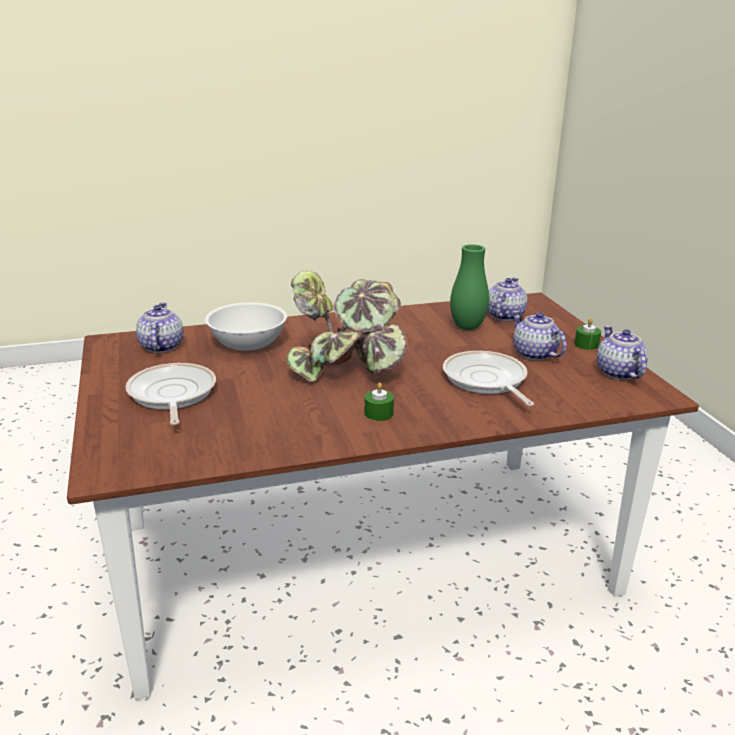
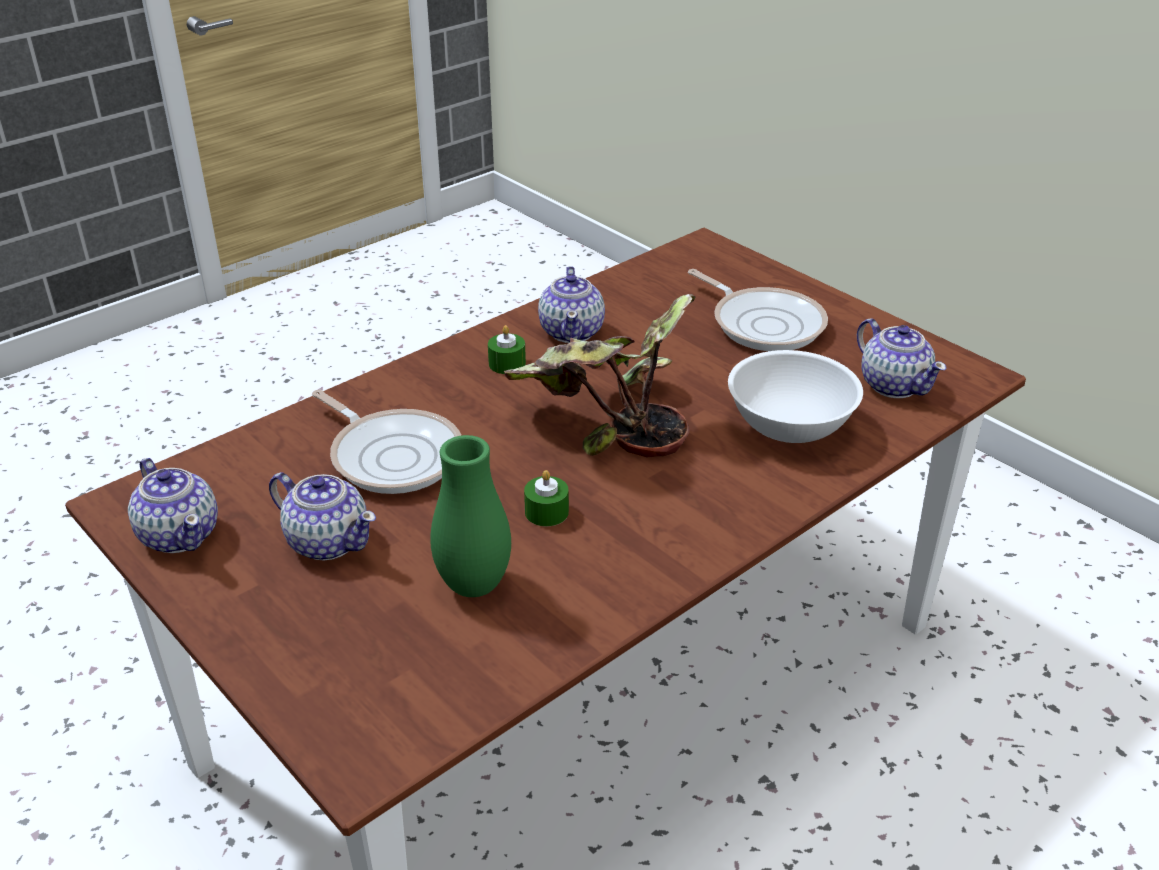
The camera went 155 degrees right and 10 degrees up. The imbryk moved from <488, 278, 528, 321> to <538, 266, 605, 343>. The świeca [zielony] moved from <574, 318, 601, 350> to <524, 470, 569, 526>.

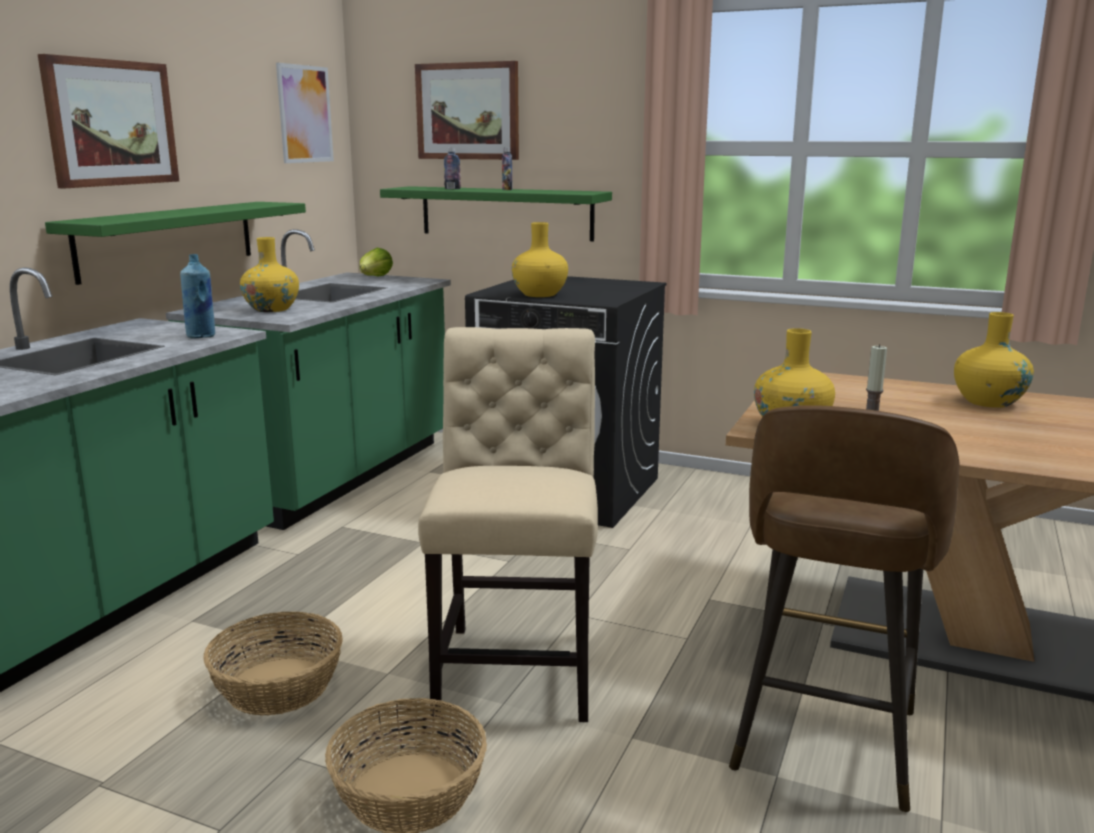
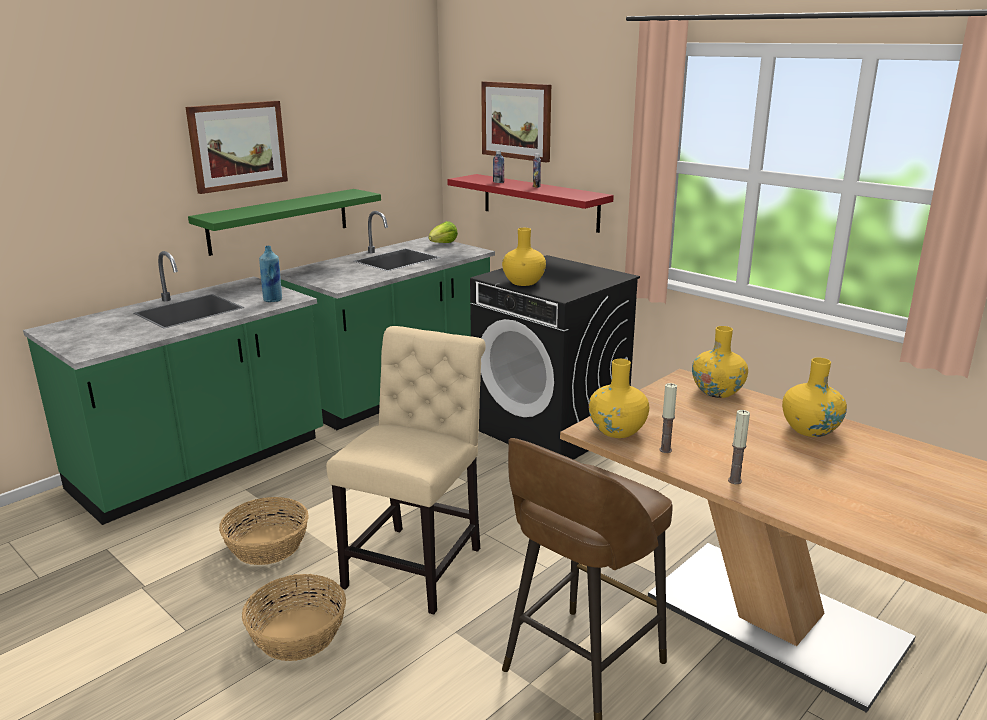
The camera went 20 degrees right and 5 degrees up. The obraz at <276, 63, 334, 163> disappeared. The świeca at <728, 410, 750, 484> appeared. The wazon [żółty] moved from <240, 237, 299, 312> to <692, 326, 748, 398>. The półka [zielony] at <380, 186, 612, 241> became the półka [czerwony] at <447, 174, 614, 233>.

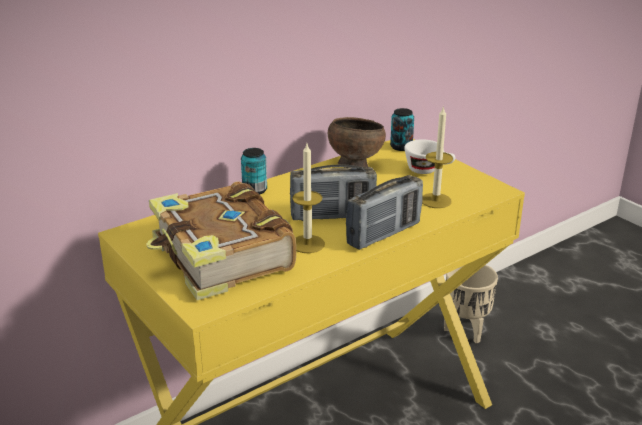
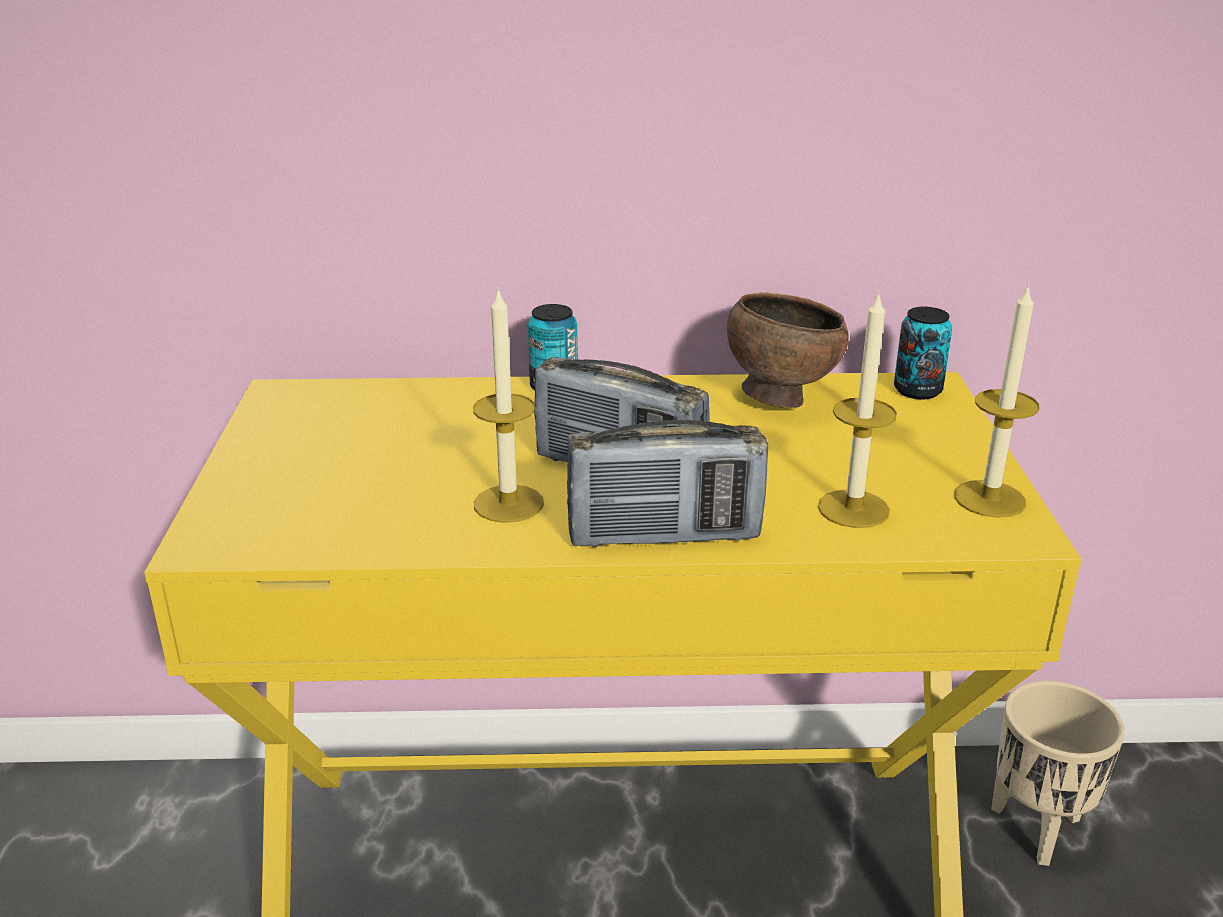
The camera went 35 degrees right and 0 degrees up. The książka at <147, 181, 296, 300> disappeared. The filiżanka [biały] at <404, 139, 455, 174> disappeared. The świeca at <954, 284, 1039, 518> appeared.

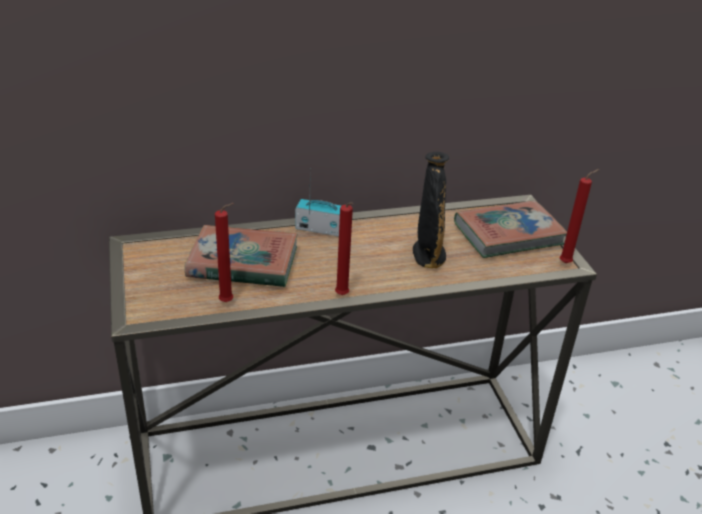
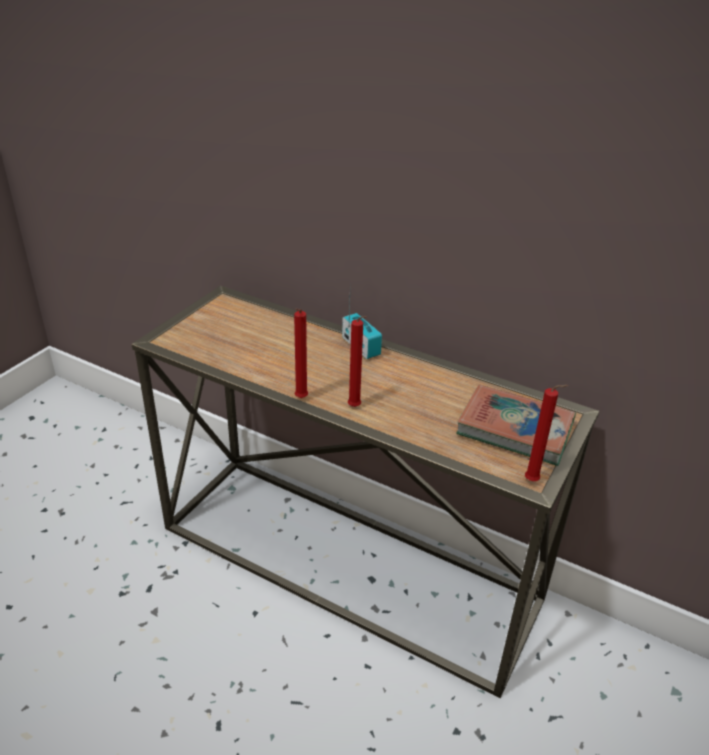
The camera went 45 degrees right and 0 degrees up. The książka at <185, 225, 298, 287> disappeared. The wazon [czarny] at <413, 152, 449, 268> disappeared. The świeca [czerwony] moved from <215, 203, 234, 302> to <348, 316, 367, 407>.

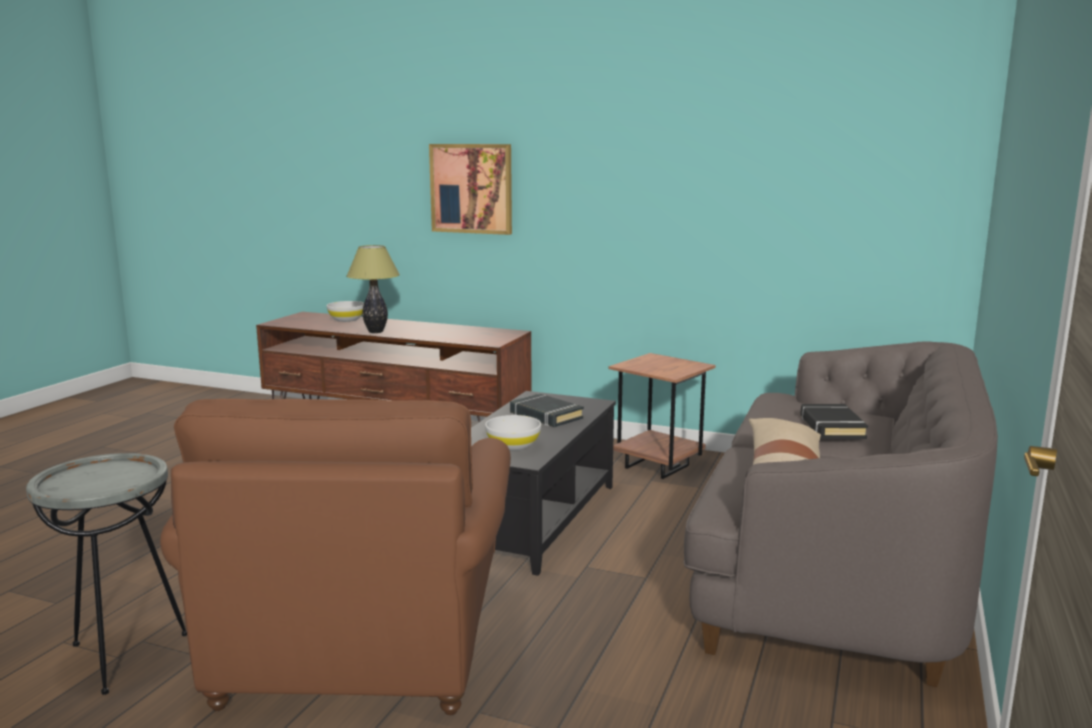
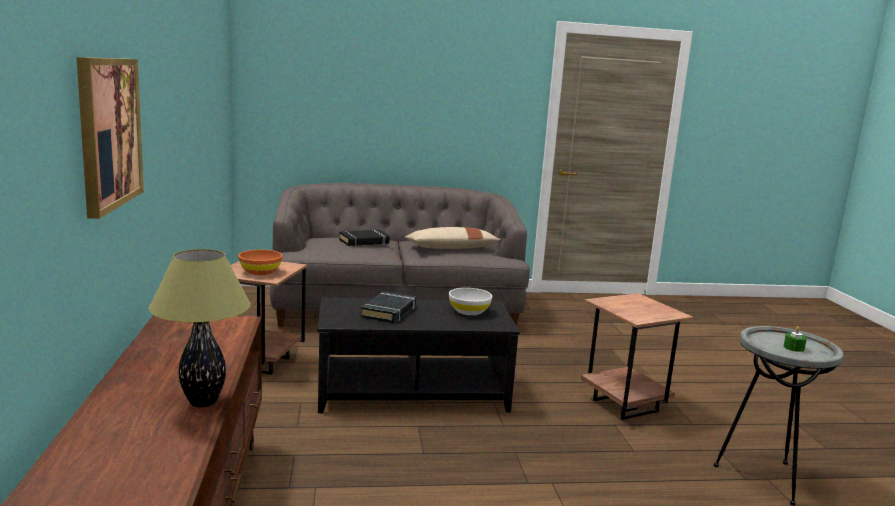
The camera went 120 degrees left and 0 degrees up. The miska [biały] at <327, 301, 364, 322> disappeared. The miska [pomarańczowy] at <238, 250, 283, 275> appeared. The świeca [zielony] at <784, 326, 807, 352> appeared. The fotel [brązowy] at <160, 399, 511, 715> was replaced by the stolik [brązowy] at <581, 293, 693, 420>.

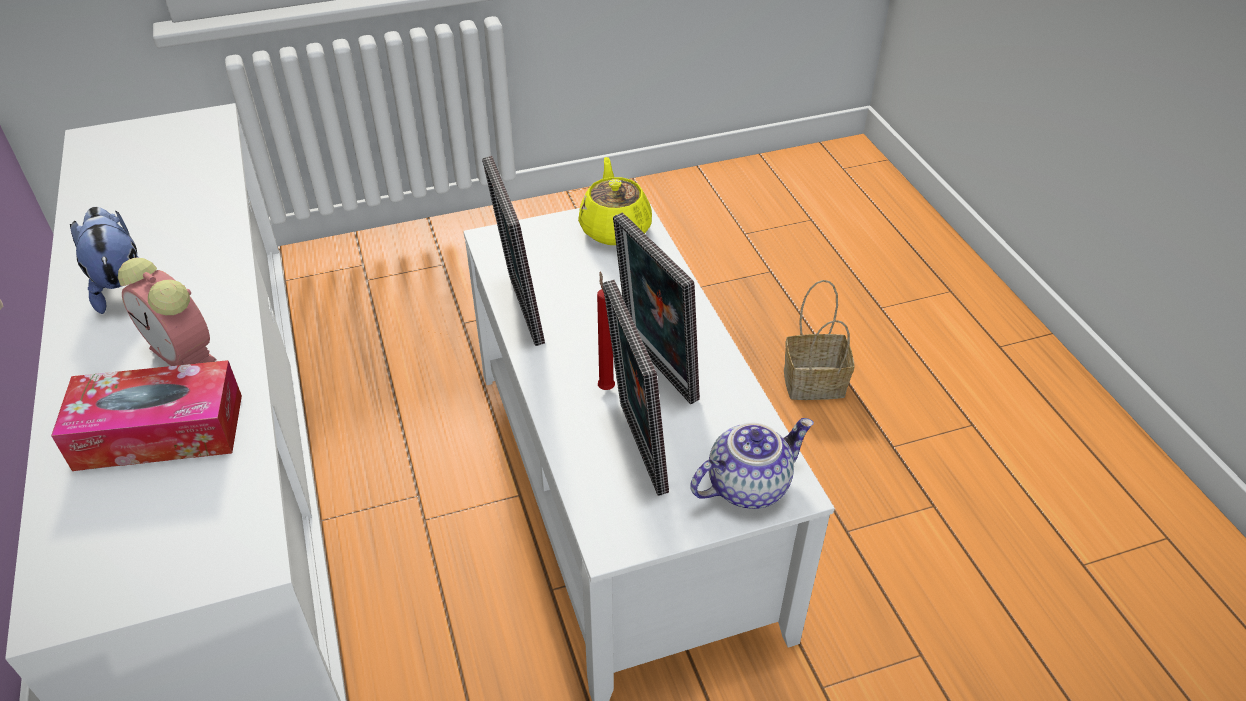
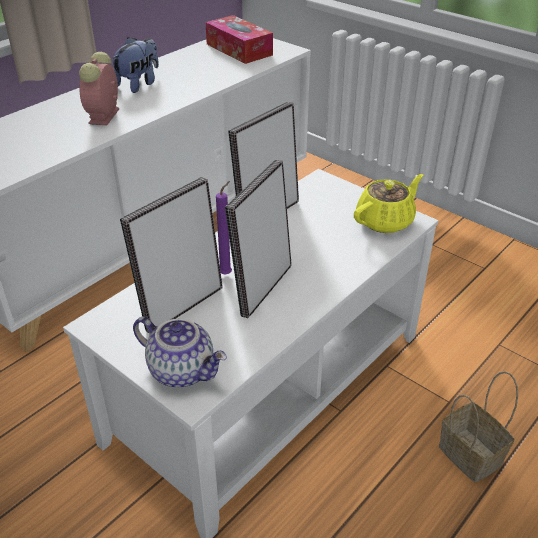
The camera went 60 degrees right and 5 degrees down. The pudełko chusteczek moved from <51, 360, 242, 471> to <205, 15, 273, 64>. The świeca [czerwony] at <597, 272, 615, 390> became the świeca [fioletowy] at <216, 181, 232, 275>.

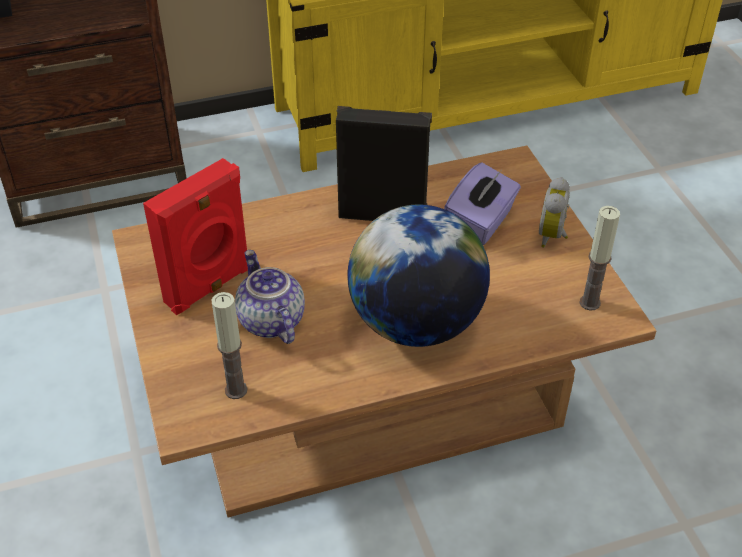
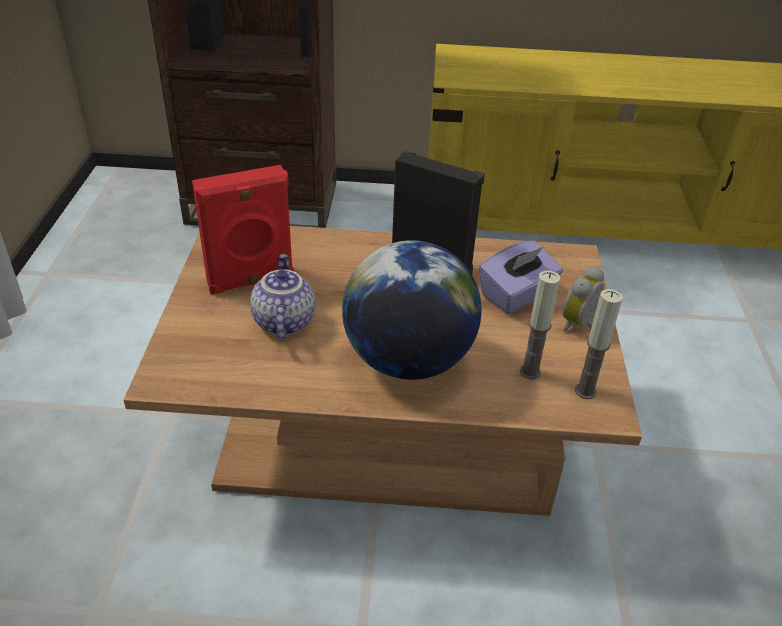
The camera went 20 degrees right and 5 degrees down. The świeca moved from <212, 292, 248, 399> to <520, 270, 561, 380>.

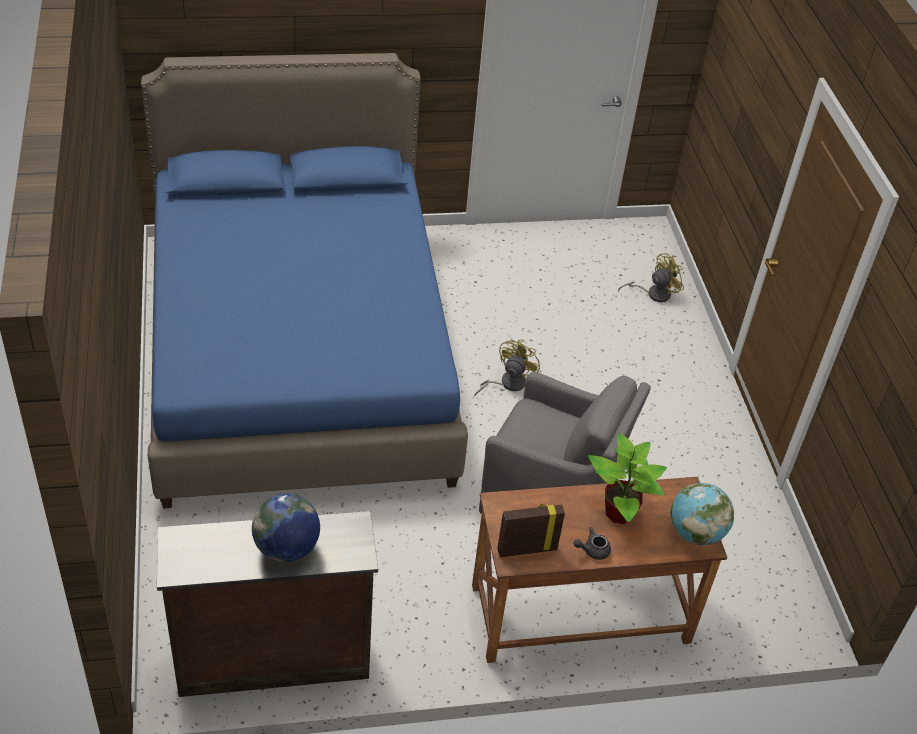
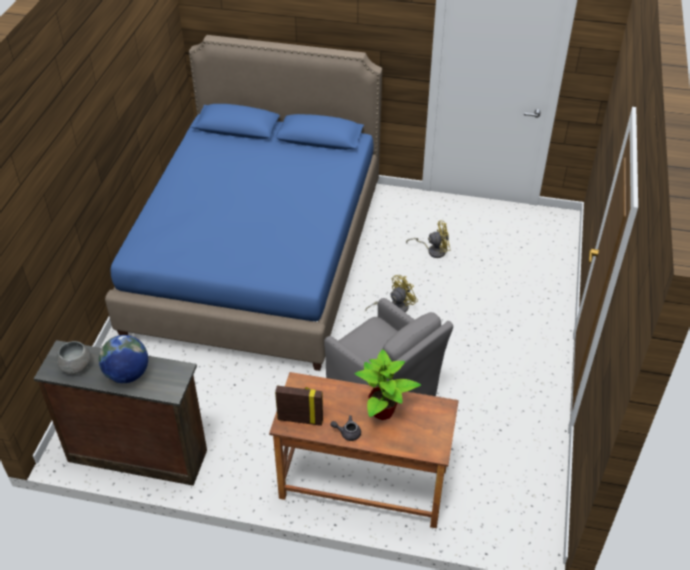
The camera went 25 degrees right and 0 degrees up. The globus at <671, 483, 734, 545> disappeared. The miska [szary] at <56, 341, 91, 374> appeared. The wentylator [żółty] moved from <618, 253, 684, 303> to <406, 221, 451, 258>.

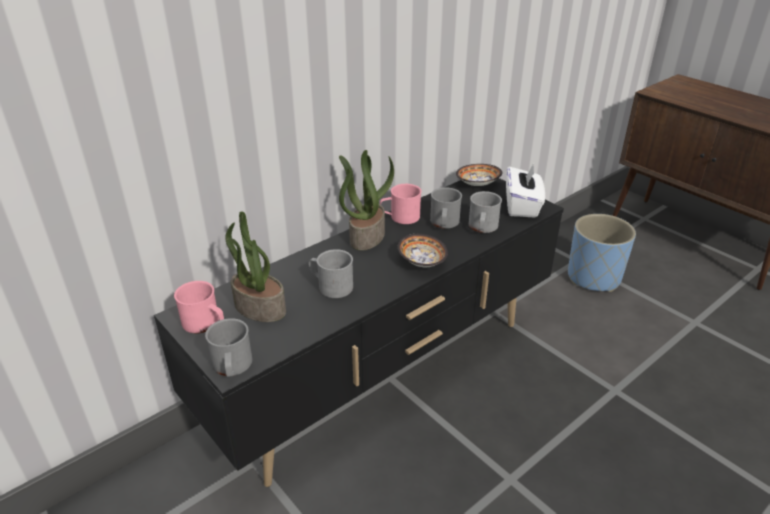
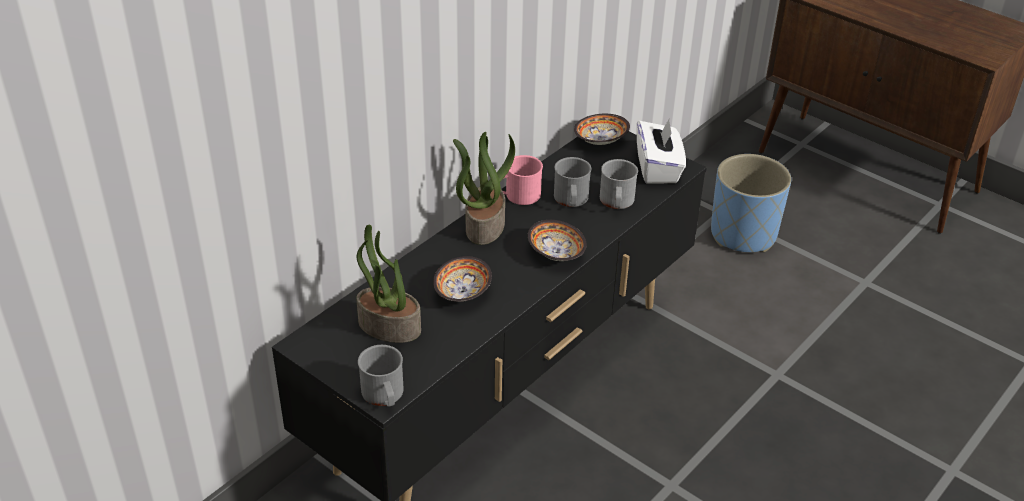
The camera went 10 degrees left and 5 degrees up. The kubek [różowy] at <174, 281, 224, 334> disappeared. The kubek [szary] at <309, 249, 353, 298> was replaced by the miska at <433, 256, 492, 302>.

